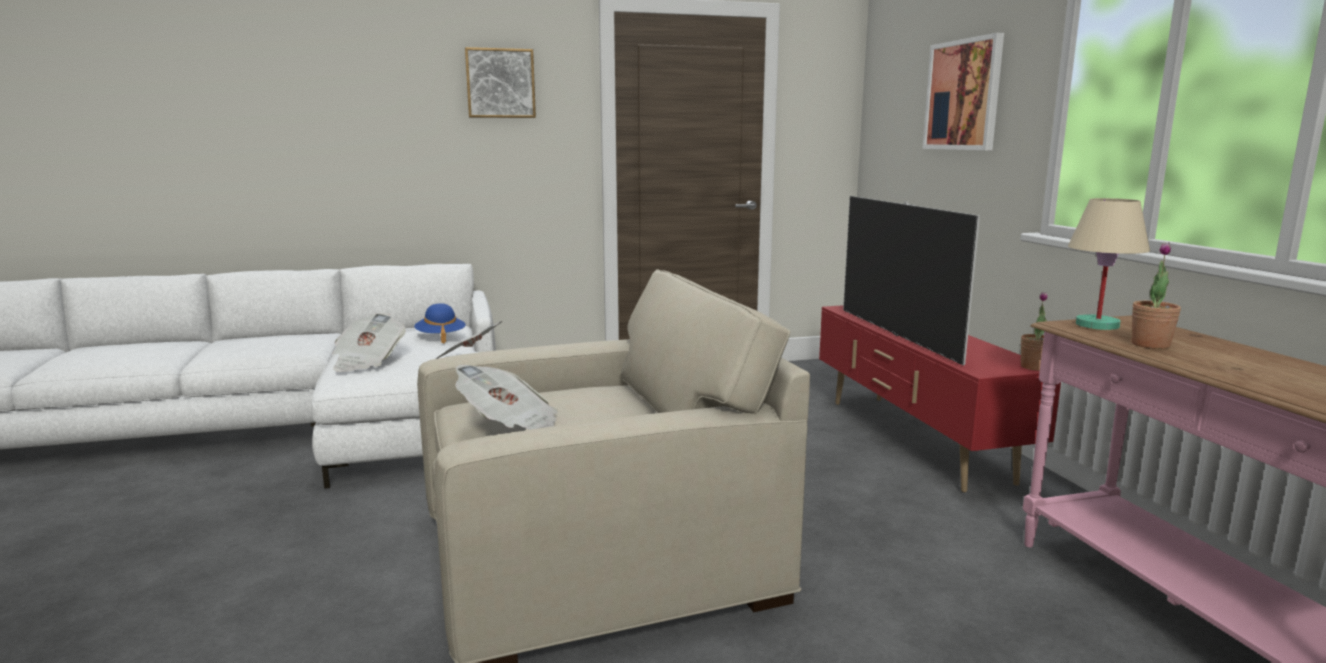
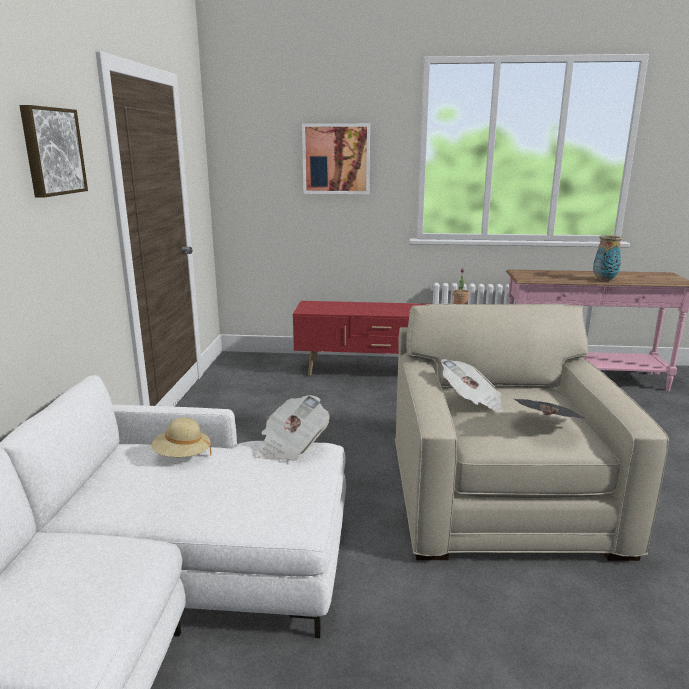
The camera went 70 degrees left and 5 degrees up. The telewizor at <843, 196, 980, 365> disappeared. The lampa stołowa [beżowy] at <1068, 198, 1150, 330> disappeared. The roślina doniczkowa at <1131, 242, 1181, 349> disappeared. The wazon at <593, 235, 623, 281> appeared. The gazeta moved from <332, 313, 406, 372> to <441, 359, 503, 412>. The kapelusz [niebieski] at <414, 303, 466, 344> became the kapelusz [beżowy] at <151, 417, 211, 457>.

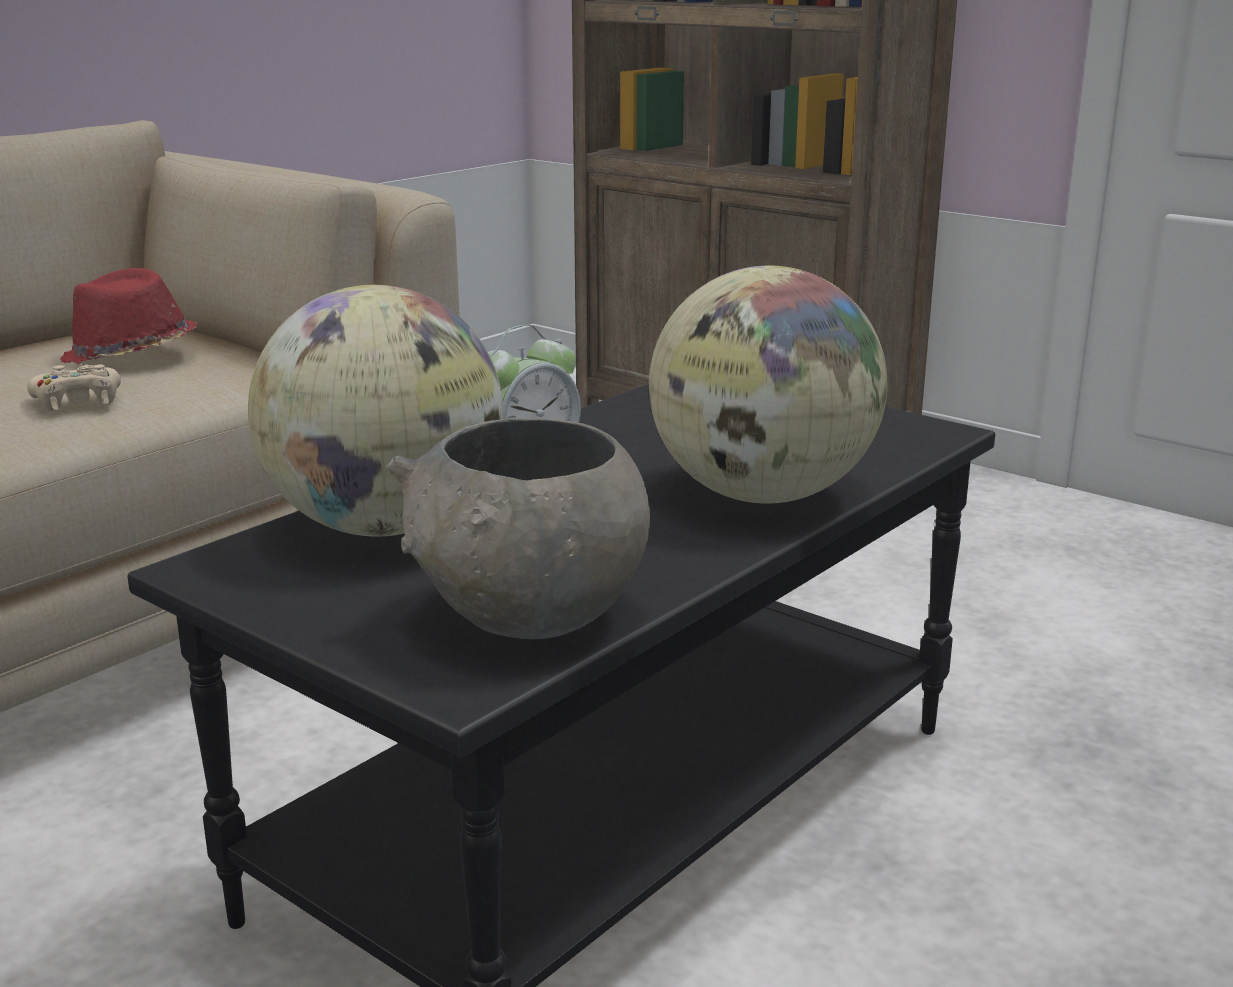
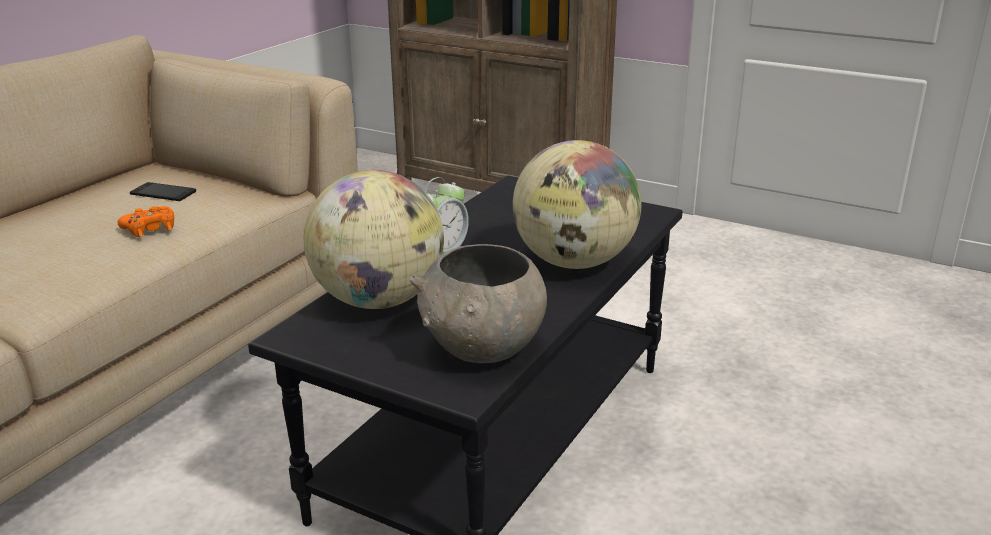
The camera went 10 degrees left and 5 degrees up. The kapelusz [czerwony] at <60, 268, 197, 364> was replaced by the telefon at <130, 182, 196, 201>. The pad do gier [beżowy] at <27, 364, 121, 412> became the pad do gier [pomarańczowy] at <118, 206, 174, 237>.

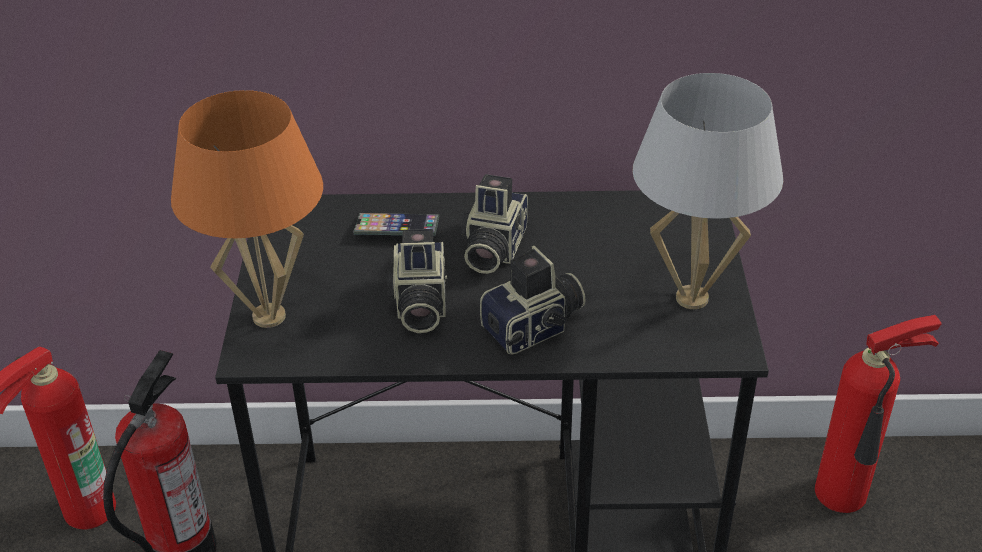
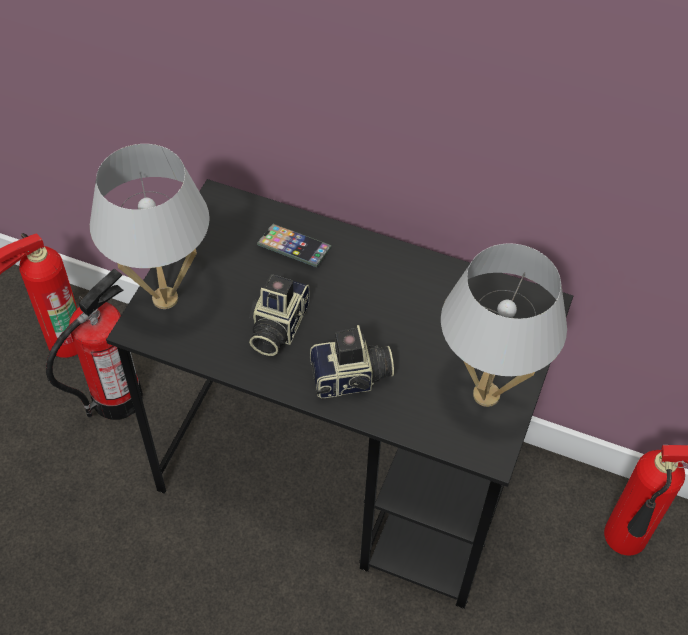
The camera went 20 degrees right and 15 degrees up. The aparat fotograficzny at <461, 174, 528, 274> disappeared. The lampa stołowa [pomarańczowy] at <171, 90, 323, 328> became the lampa stołowa [biały] at <90, 144, 210, 309>.

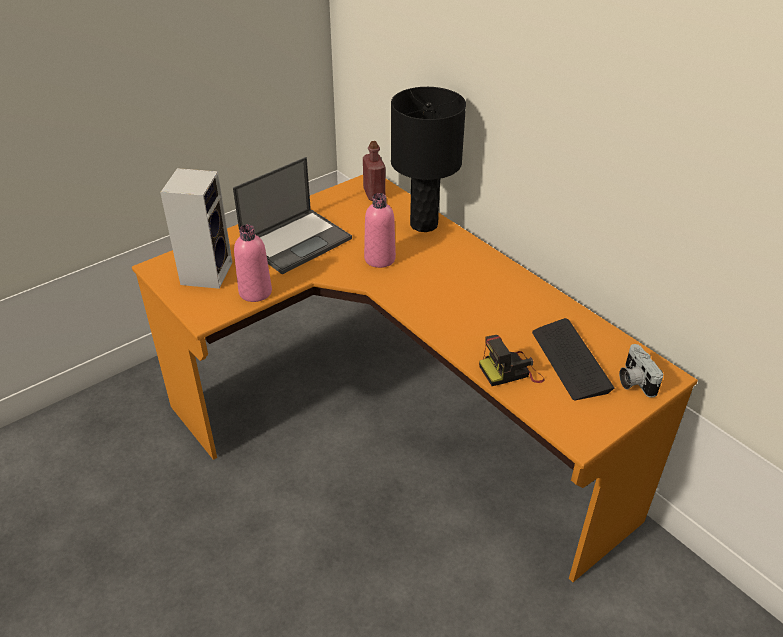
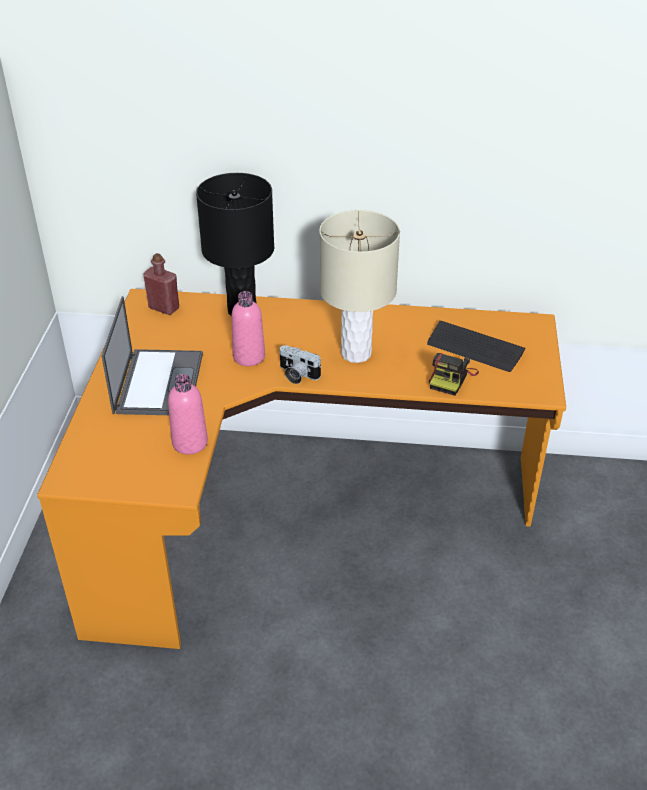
The camera went 45 degrees left and 0 degrees up. The głośnik at <160, 168, 232, 289> disappeared. The lampa stołowa [beżowy] at <319, 210, 400, 363> appeared. The aparat fotograficzny moved from <619, 344, 664, 398> to <279, 345, 321, 384>.

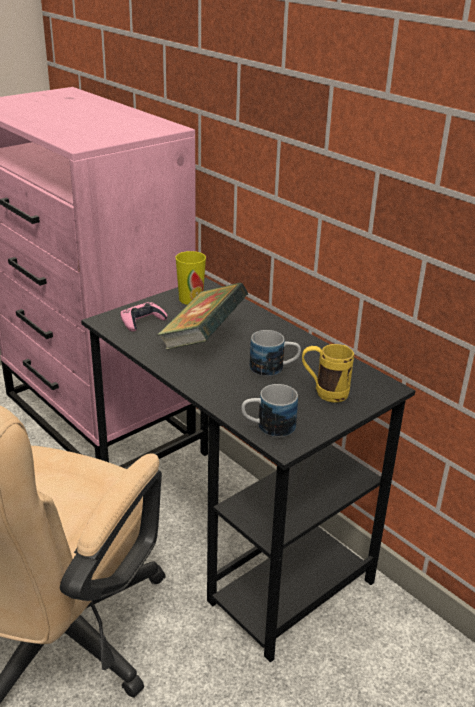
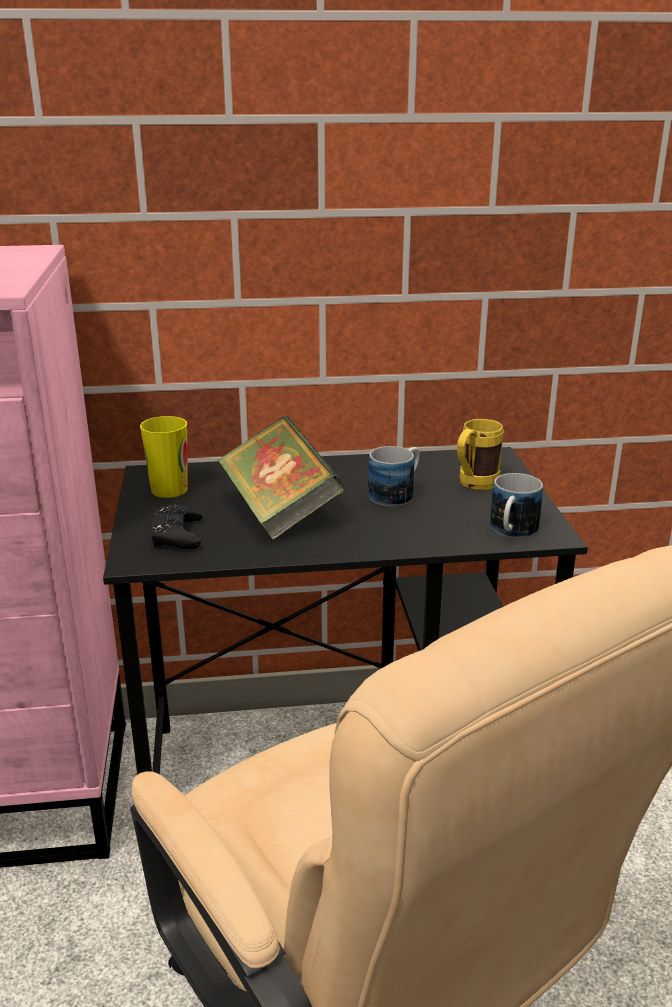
The camera went 55 degrees left and 5 degrees down. The pad do gier [różowy] at <120, 302, 167, 332> became the pad do gier [czarny] at <150, 505, 202, 549>.

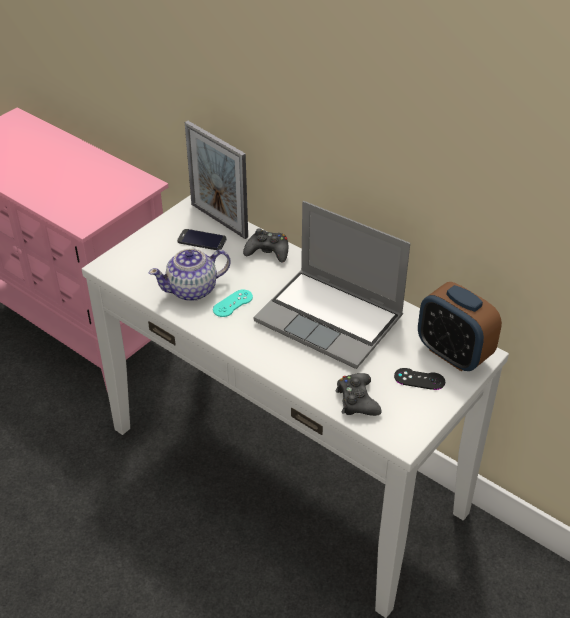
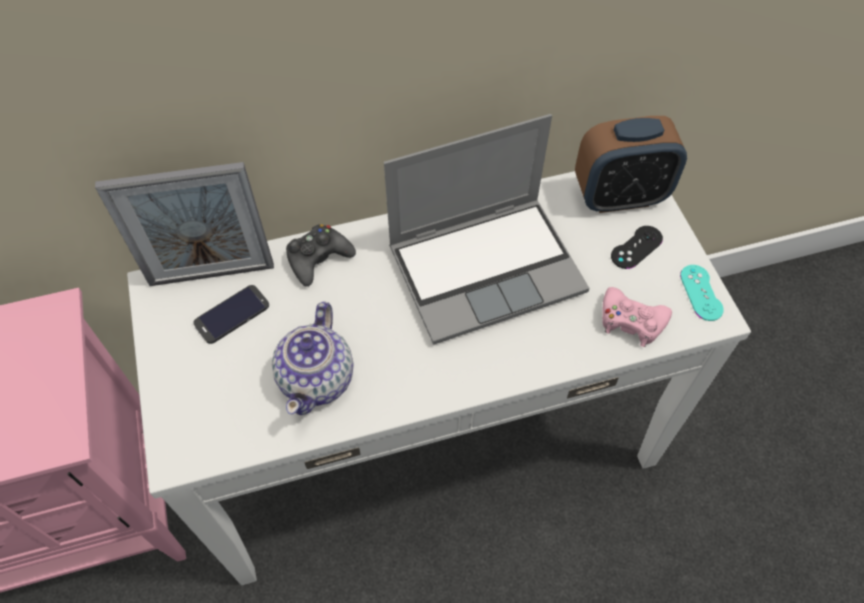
The camera went 55 degrees left and 15 degrees up. The pad do gier [turkusowy] moved from <213, 290, 253, 317> to <680, 265, 724, 321>. The pad do gier [czarny] at <335, 373, 382, 416> became the pad do gier [różowy] at <602, 287, 672, 347>.

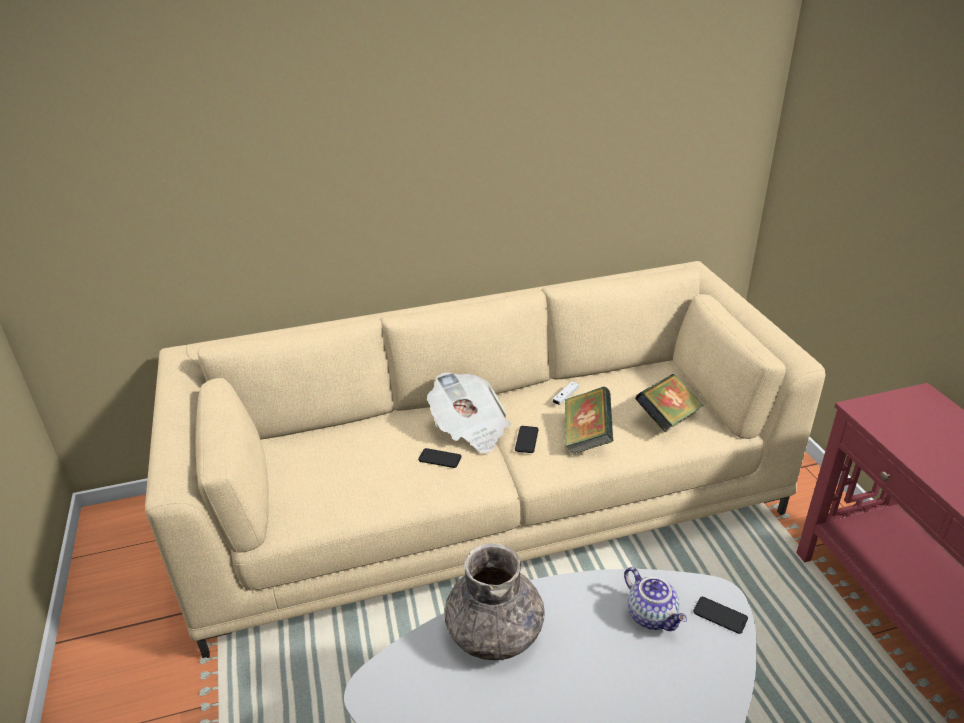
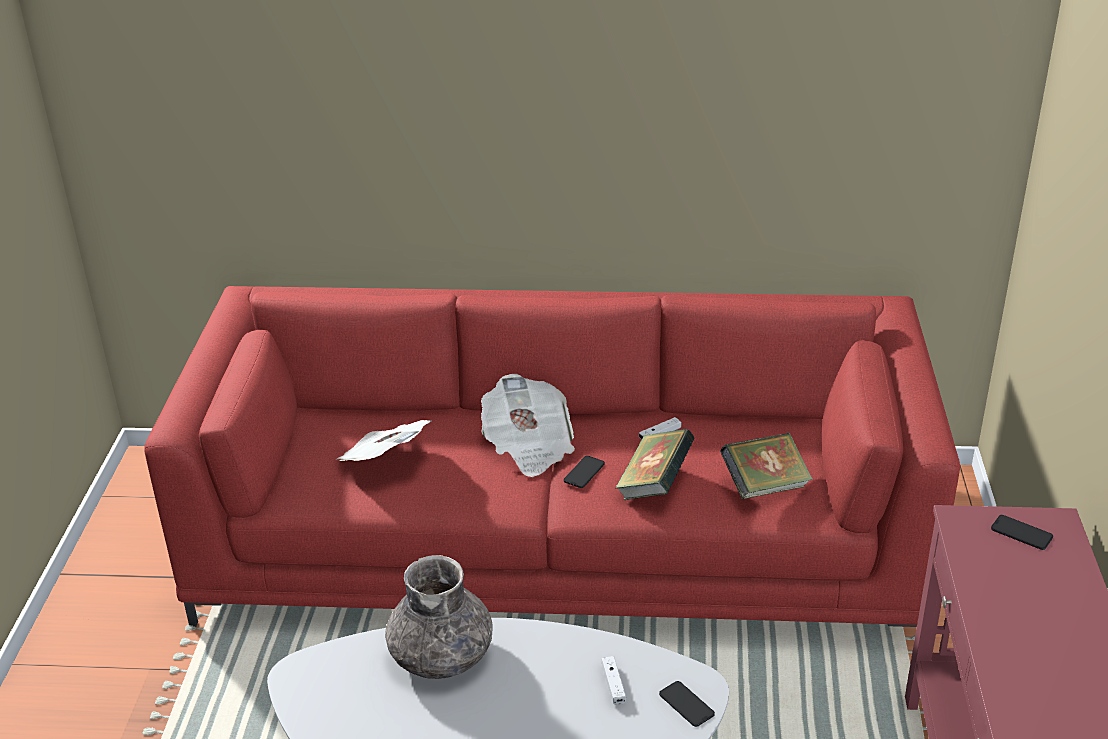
The camera went 20 degrees right and 0 degrees up. The gazeta at <335, 420, 432, 461> appeared. The telefon moved from <418, 448, 461, 468> to <991, 515, 1053, 550>. The imbryk at <624, 567, 687, 631> was replaced by the pad do gier [biały] at <601, 656, 626, 705>. The kanapa [beżowy] at <145, 261, 825, 658> became the kanapa [czerwony] at <144, 286, 960, 627>.

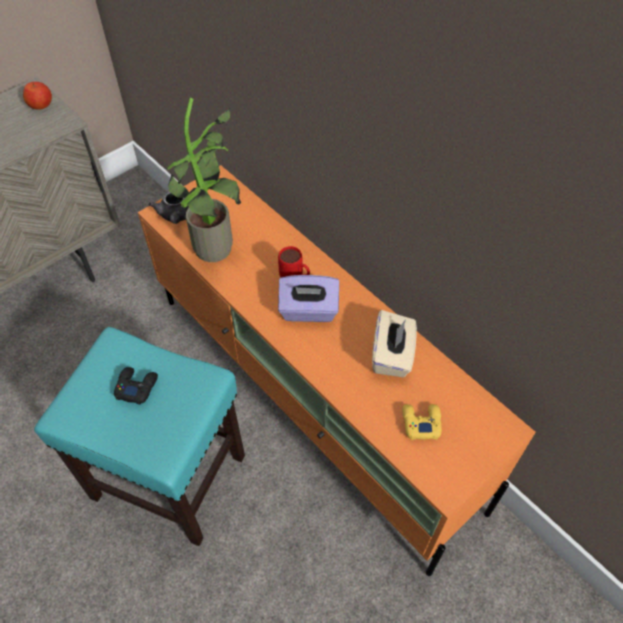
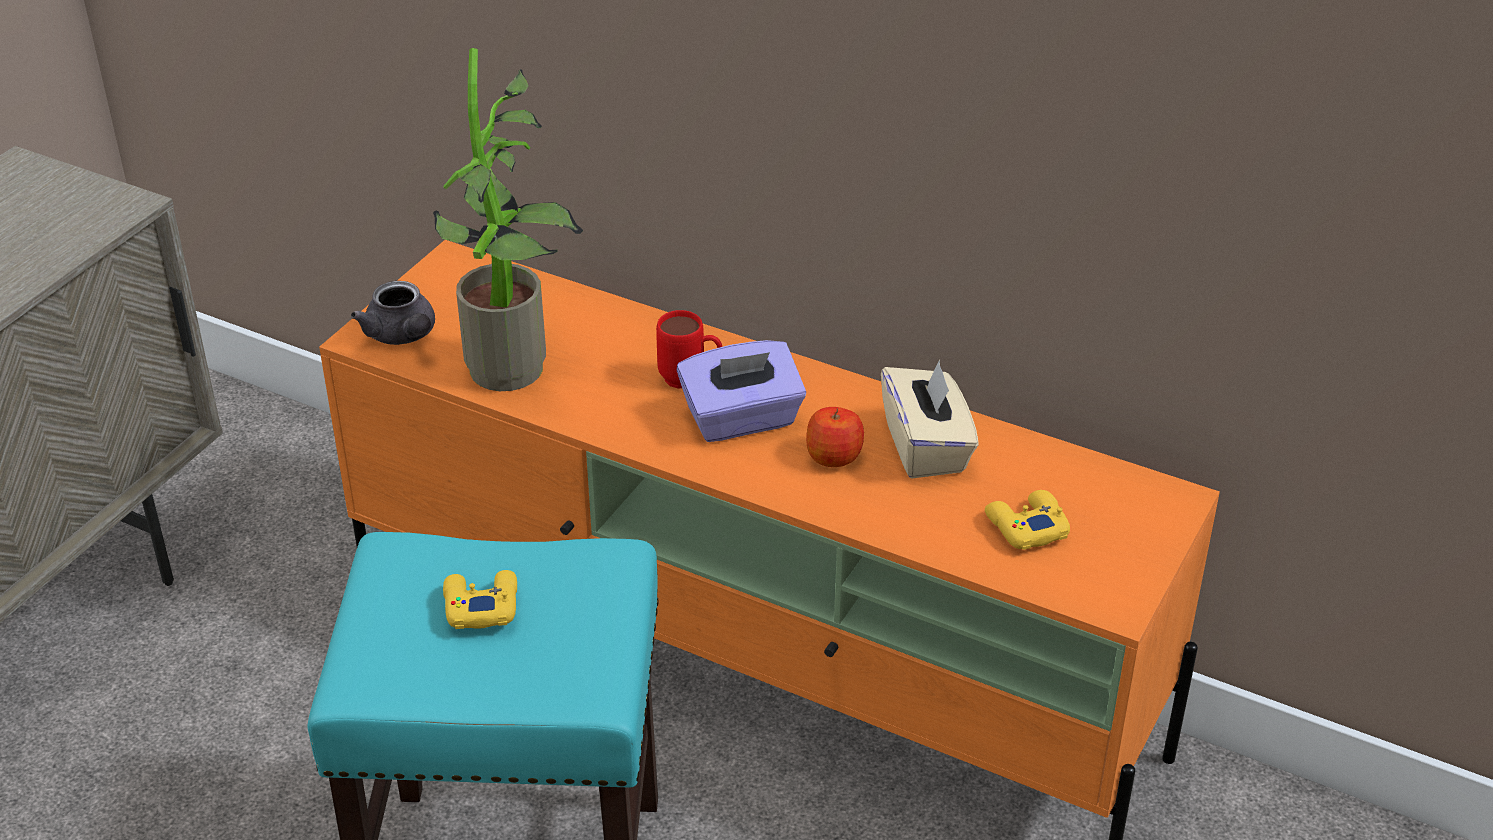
The camera went 20 degrees left and 15 degrees down. The jabłko moved from <23, 82, 52, 110> to <806, 407, 864, 467>. The pad do gier [czarny] at <114, 367, 158, 404> became the pad do gier [żółty] at <443, 570, 517, 629>.

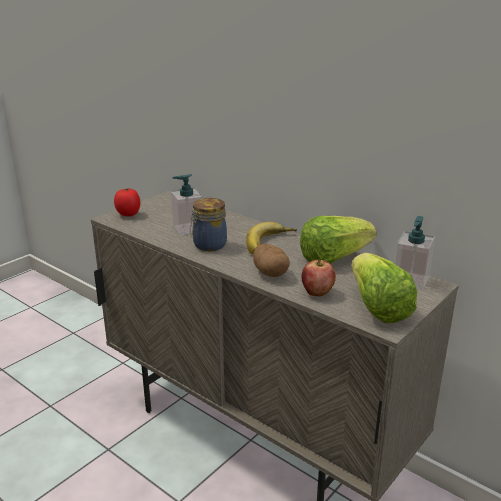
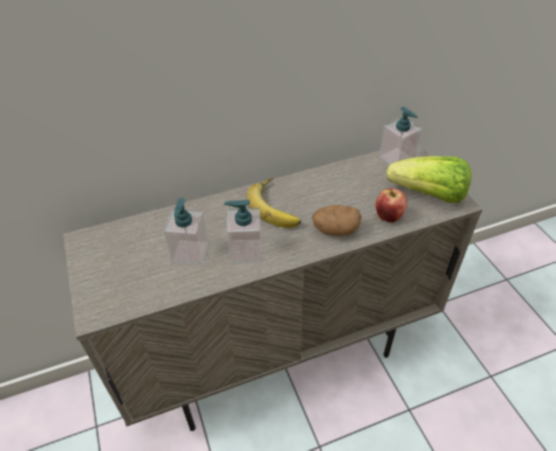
The camera went 60 degrees left and 20 degrees up. The pomidor at <114, 188, 140, 216> disappeared. The sałata at <300, 216, 377, 264> disappeared. The słoik at <190, 198, 227, 251> was replaced by the dozownik mydła at <224, 200, 262, 263>.

